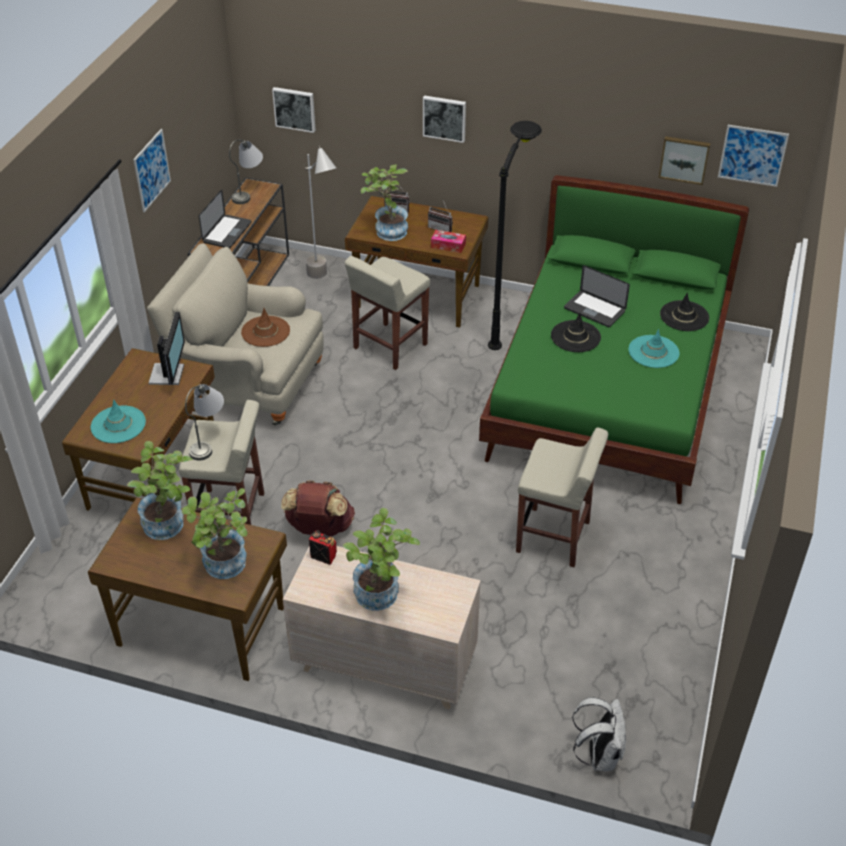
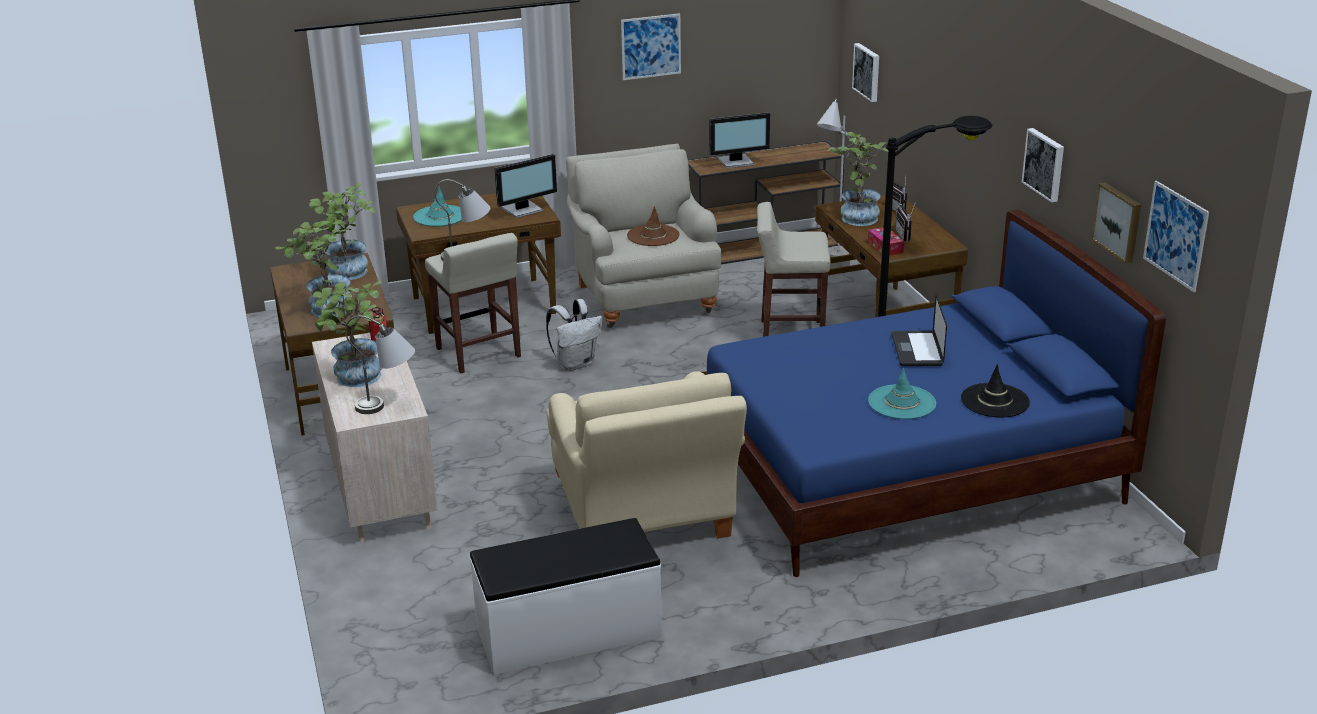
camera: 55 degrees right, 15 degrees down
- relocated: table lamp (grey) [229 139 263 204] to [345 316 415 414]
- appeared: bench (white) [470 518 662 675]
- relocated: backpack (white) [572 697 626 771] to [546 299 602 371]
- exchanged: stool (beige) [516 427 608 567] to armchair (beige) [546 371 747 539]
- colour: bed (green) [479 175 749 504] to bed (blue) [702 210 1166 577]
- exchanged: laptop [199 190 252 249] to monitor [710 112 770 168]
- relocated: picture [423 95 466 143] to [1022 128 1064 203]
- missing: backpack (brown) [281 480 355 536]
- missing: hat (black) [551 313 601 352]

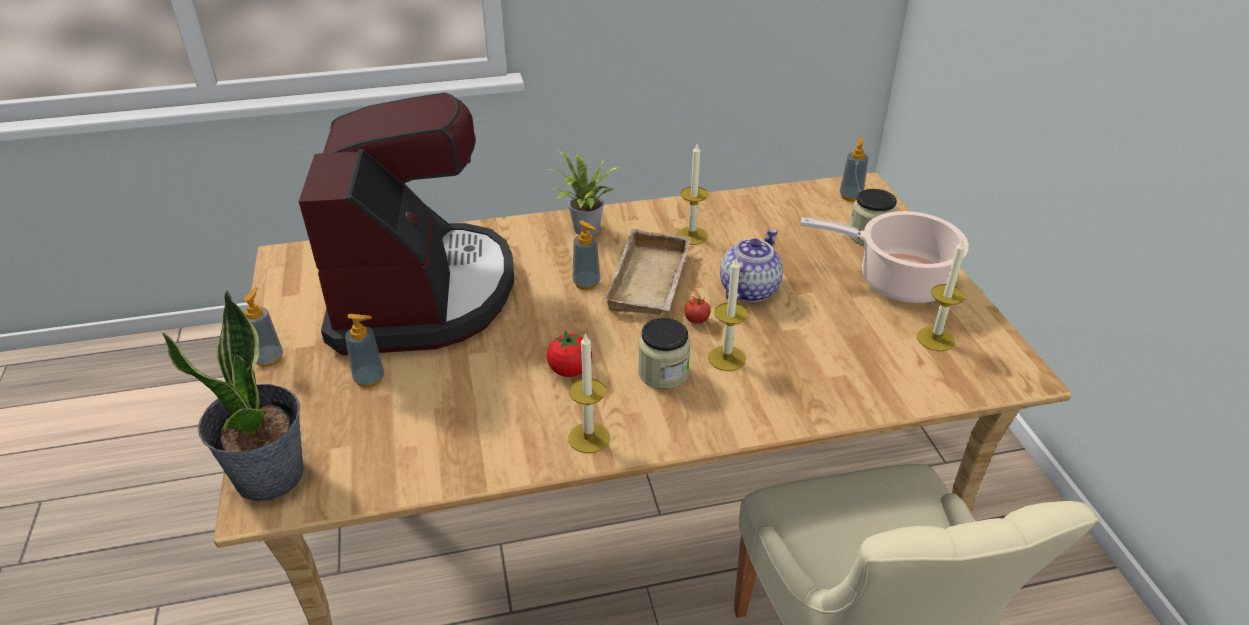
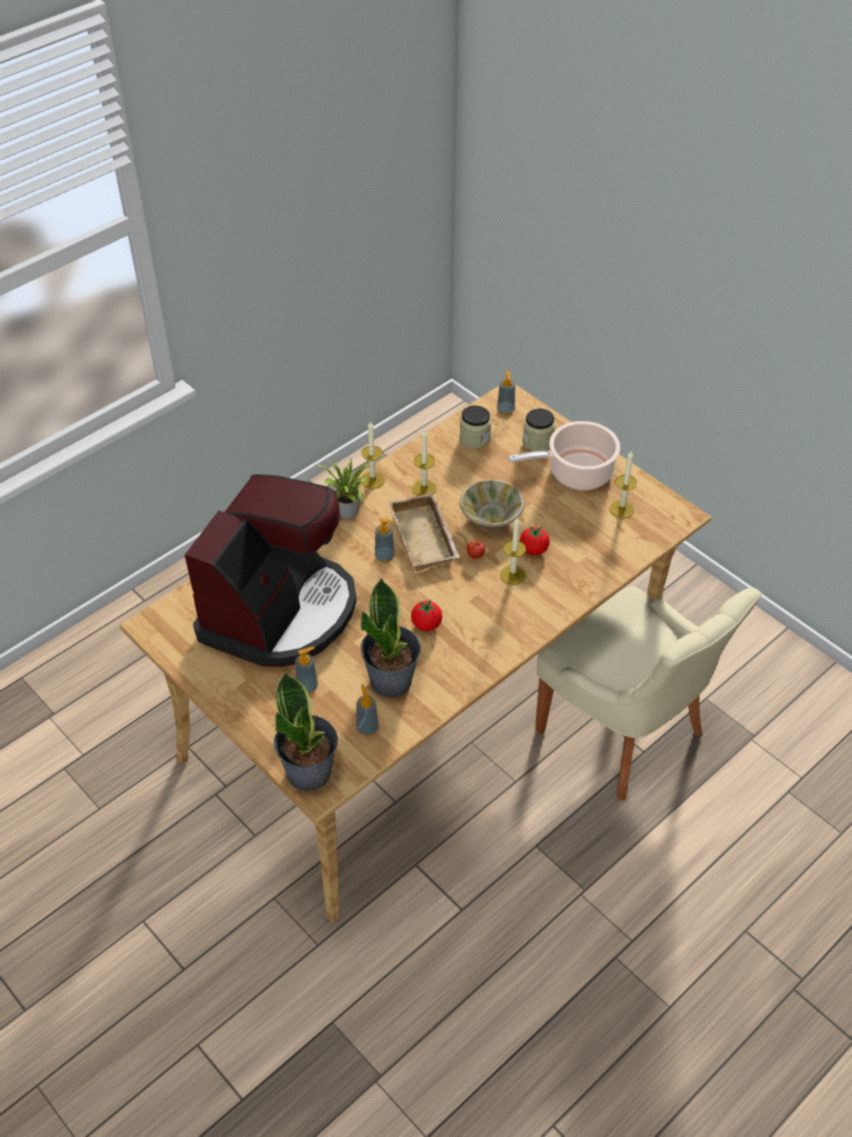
camera: 30 degrees left, 10 degrees up
- spun: coffee machine [299 93 514 355] = [185 474 357 667] 60 degrees clockwise
- relocated: soap dispenser [243 287 283 367] to [356 684 379 736]
- appeared: potted plant [360 577 421 697]
- relocated: candle [568 333 610 453] to [361 421 385 489]
- relocated: jar [638 318 690 389] to [460 405 491 449]
- exchanged: teapot [720 229 783 302] to bowl (beige) [460 480 524 529]
- appeared: tomato [520 526 550 556]

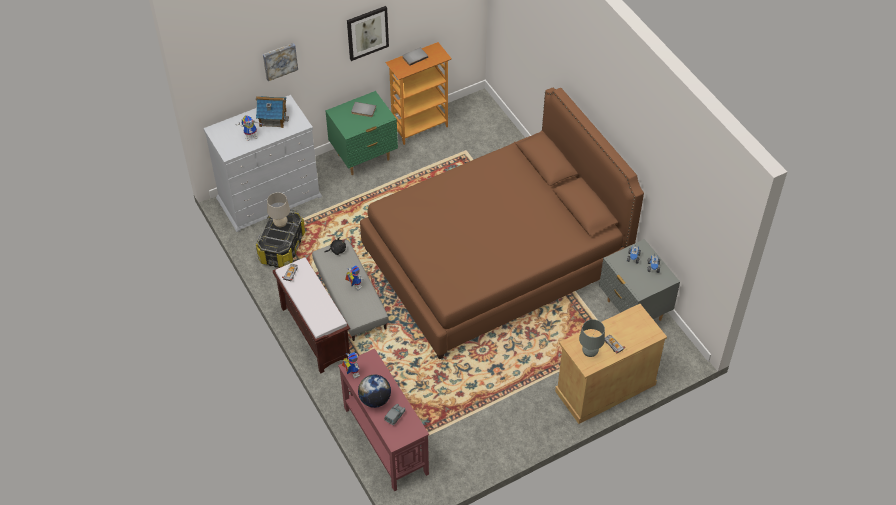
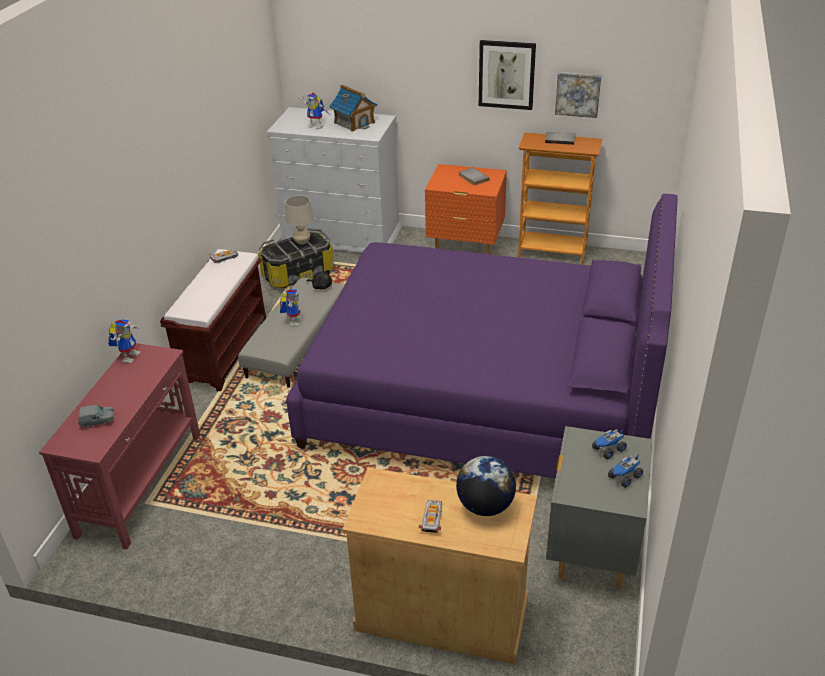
camera: 45 degrees right, 15 degrees down
- colour: bed (brown) [360 88 644 359] to bed (purple) [286 194 678 478]
- colour: nightstand (green) [325 91 398 175] to nightstand (orange) [425 164 507 254]
- relocated: globe [358 374 391 408] to [456 456 516 516]
- relocated: picture [263 43 298 81] to [555 72 601 118]
- missing: table lamp (grey) [579 319 605 357]

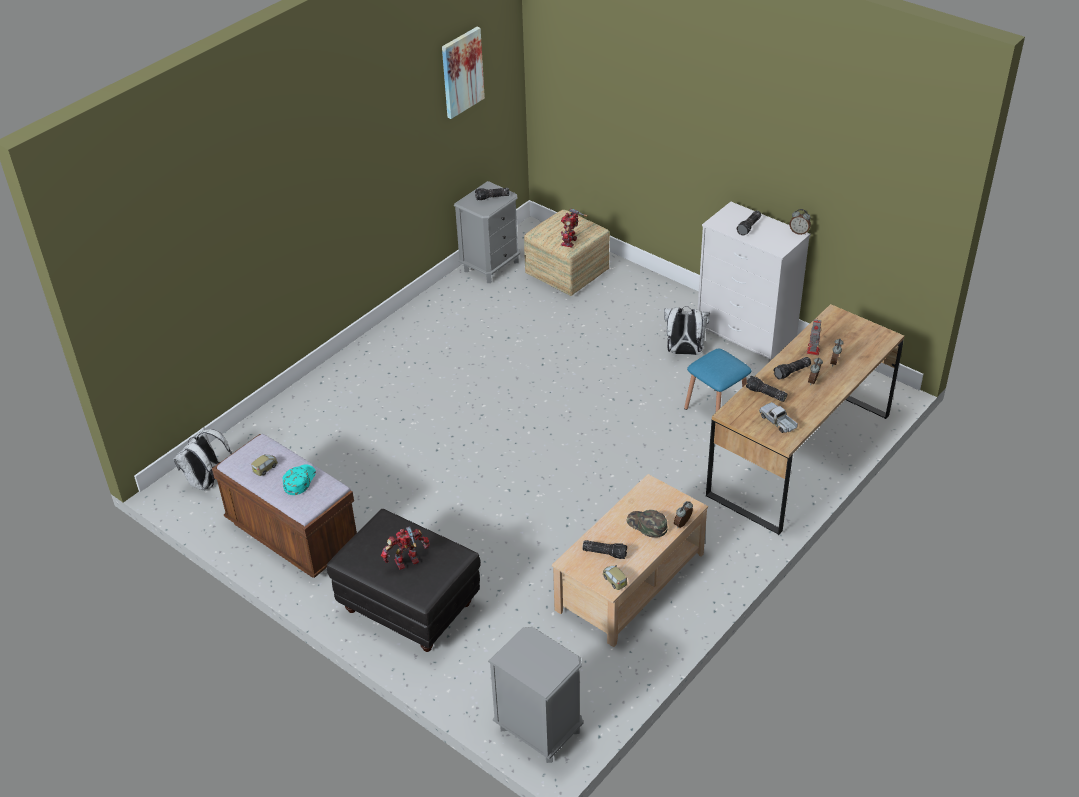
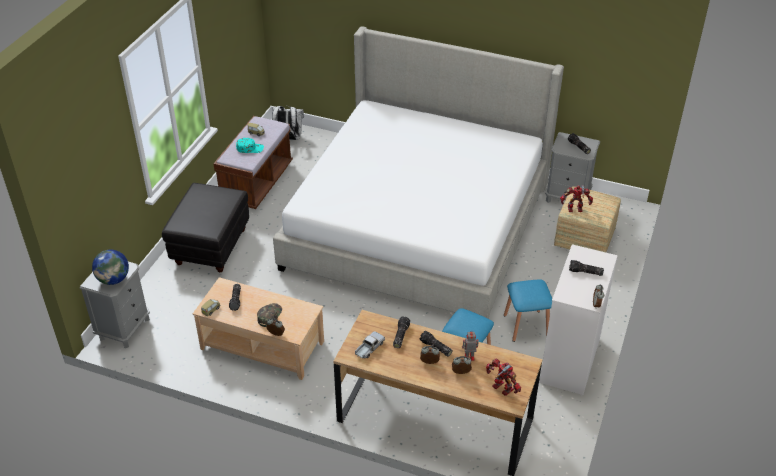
camera: 70 degrees right, 0 degrees up
- appeared: globe [92 250 129 285]
- appeared: bed [273 26 564 318]
- relocated: toy robot [381 526 430 570] to [486 358 521 396]
- exchanged: backpack (white) [664 306 710 355] to stool (blue) [504 280 552 342]
- missing: picture [442 27 485 119]

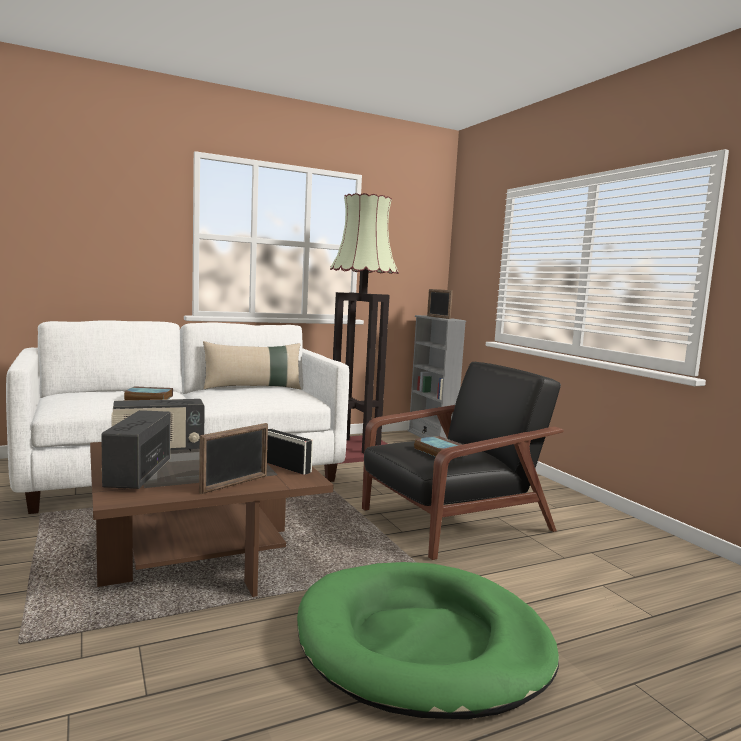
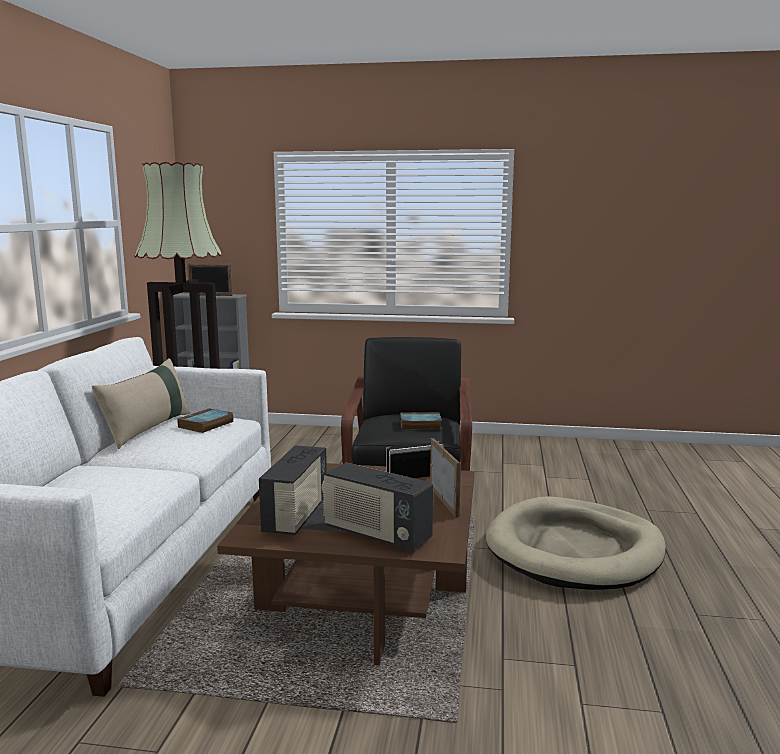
camera: 55 degrees left, 5 degrees up
- relocated: book [124 386 173 400] to [177 408 234 433]
- colour: dog bed (green) [297 562 559 719] to dog bed (beige) [486 496 666 590]

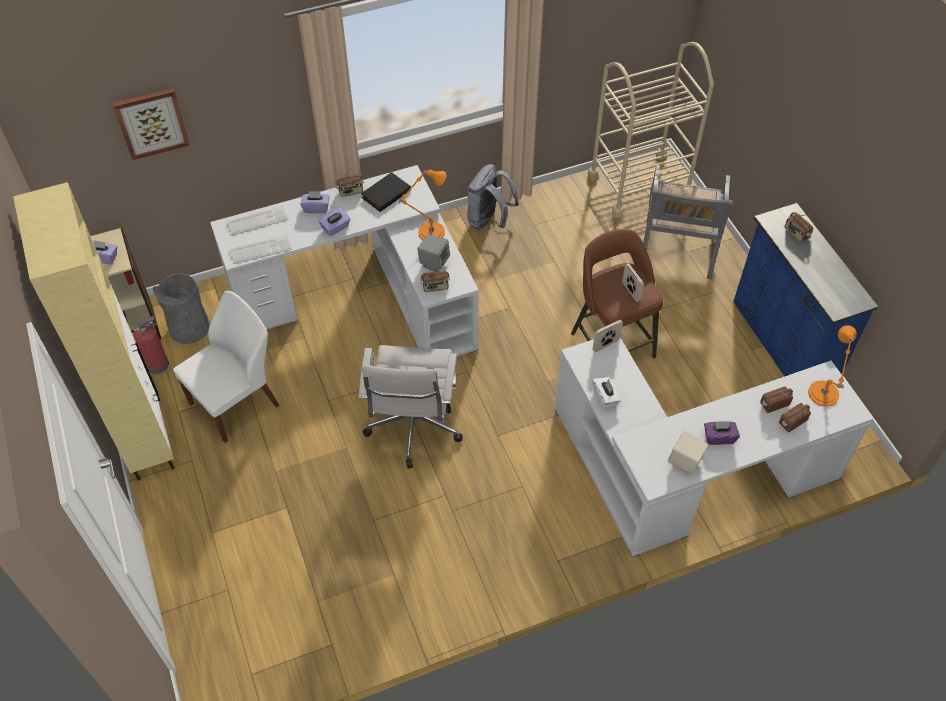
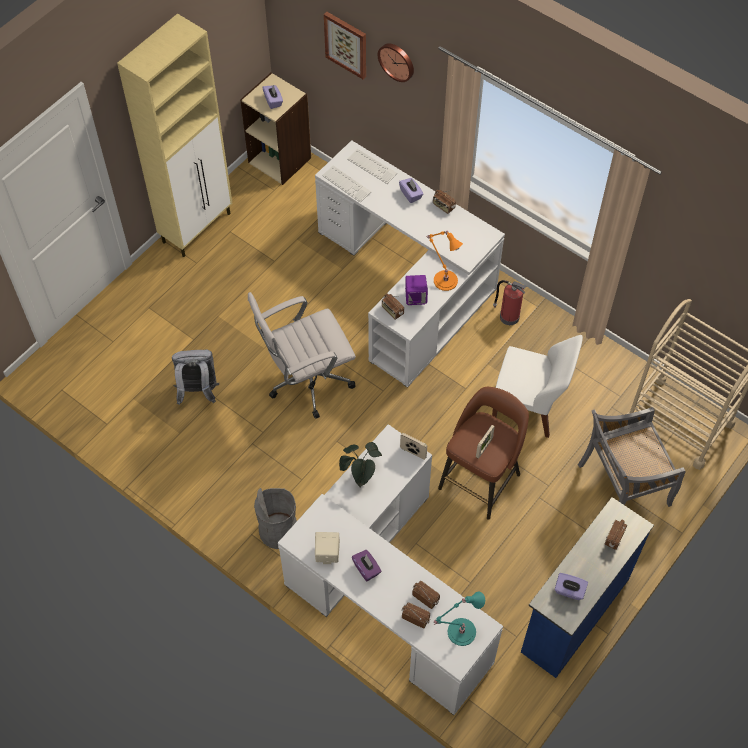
camera: 60 degrees right, 5 degrees up
- relocated: backpack (grey) [467 164 519 229] to [172 349 219 405]
- relocated: trash can (grey) [153 273 210 344] to [254 488 297 549]
- exchanged: tissue box (white) [592 377 621 409] to potted plant [339 442 382 487]
- appeared: wall clock [378 43 414 82]
- colour: speaker (grey) [417 234 450 272] to speaker (purple) [405 275 428 305]
- colour: table lamp (orange) [808 325 857 406] to table lamp (turquoise) [434 592 485 646]
- relocated: chair (white) [173 291 280 443] to [492 335 583 438]
- relocated: fire extinguisher [131 316 169 374] to [493 280 527 325]
- relocated: tissue box (purple) [318 207 350 236] to [555 573 588 600]
- missing: book (black) [361 172 411 212]

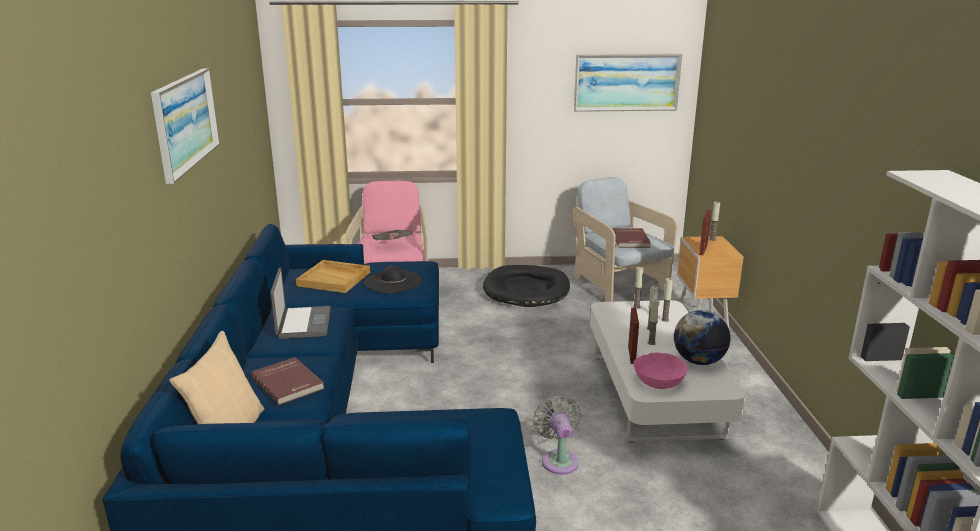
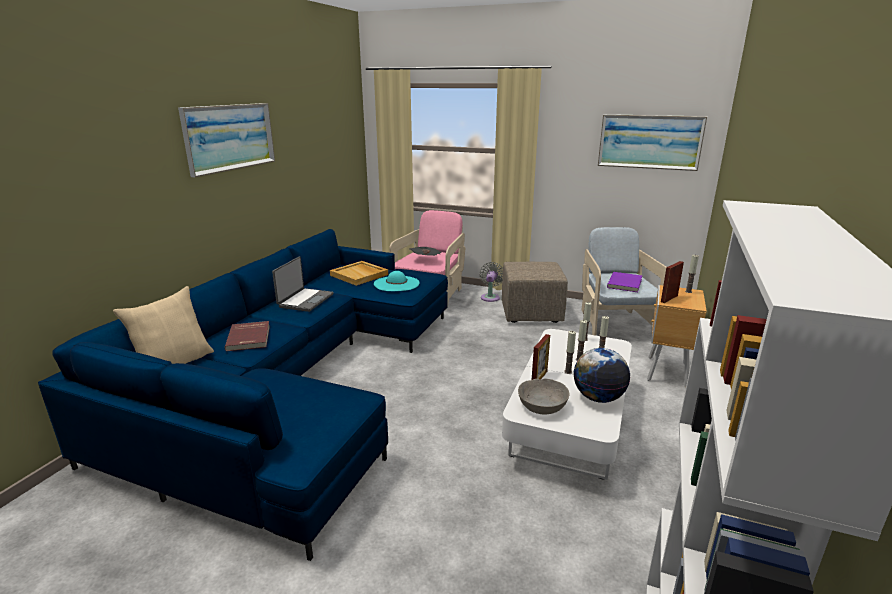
camera: 25 degrees right, 0 degrees up
- colour: hat (black) [364 265 422 293] to hat (turquoise) [374 271 420 291]
- relocated: fan (grey) [533 395 581 474] to [480 262 503 302]
- exchanged: dog bed (black) [483 265 570 307] to ottoman (beige) [502 262 568 323]
- colour: bowl (pink) [633 352 687 389] to bowl (grey) [518 378 569 414]
- colour: book (red) [612 228 651 248] to book (purple) [607 272 642 292]

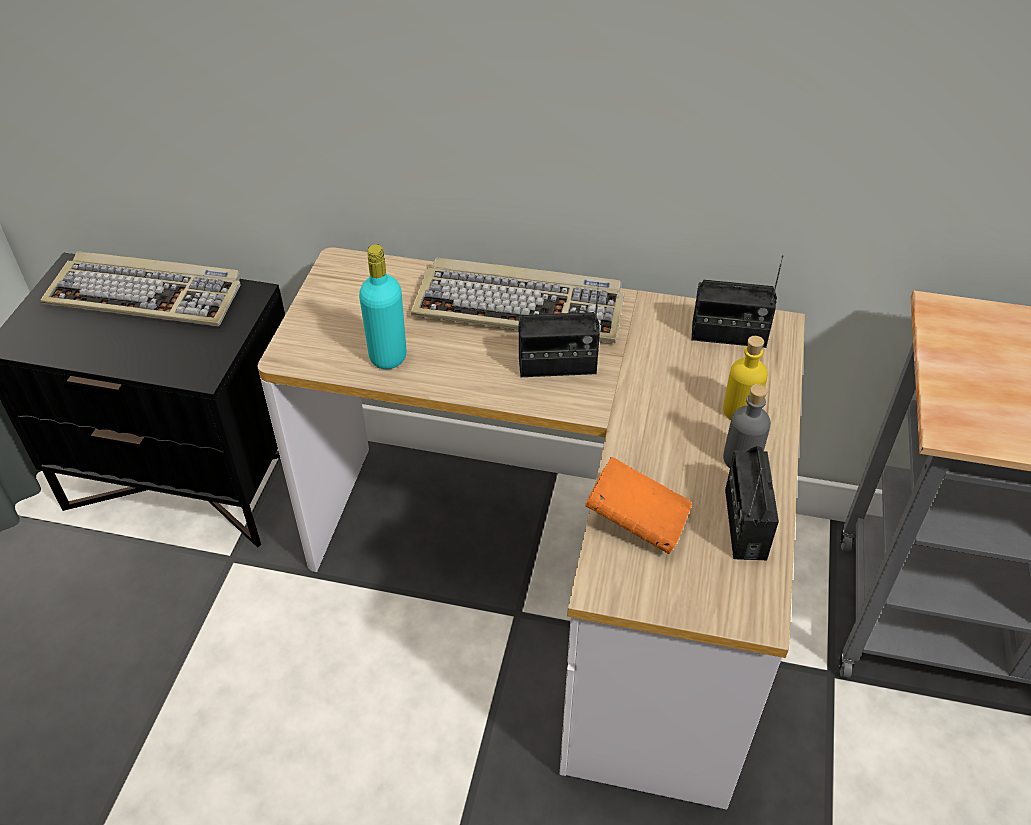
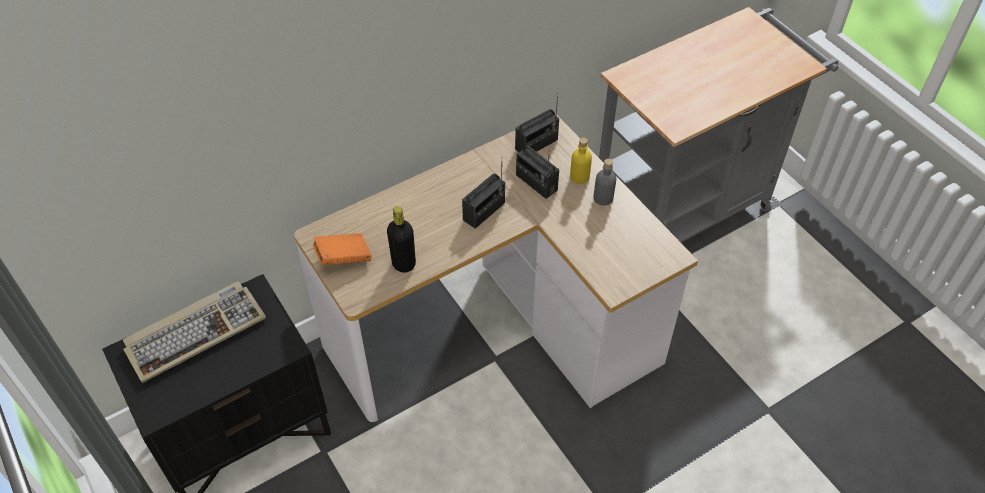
camera: 45 degrees left, 5 degrees up
- relocated: book (orange) [585 457 692 554] to [313 233 372 265]
- colour: bottle (turquoise) [359 244 407 369] to bottle (black) [387 206 416 273]
- relocated: radio [725 446 779 560] to [516 145 559 199]
- missing: keyboard [411 258 624 343]

